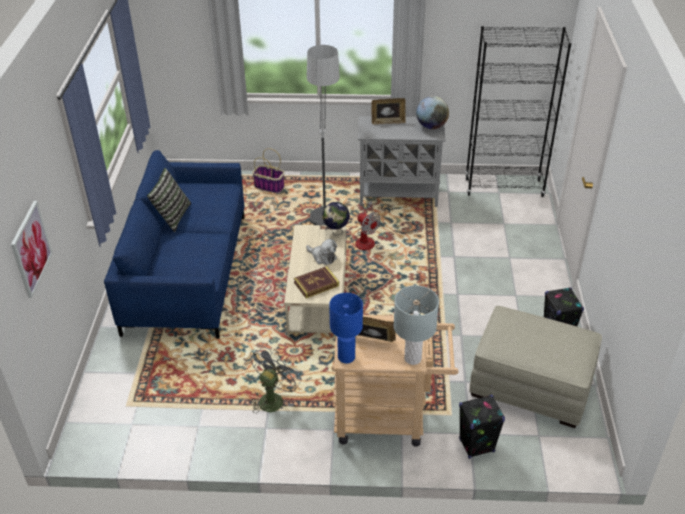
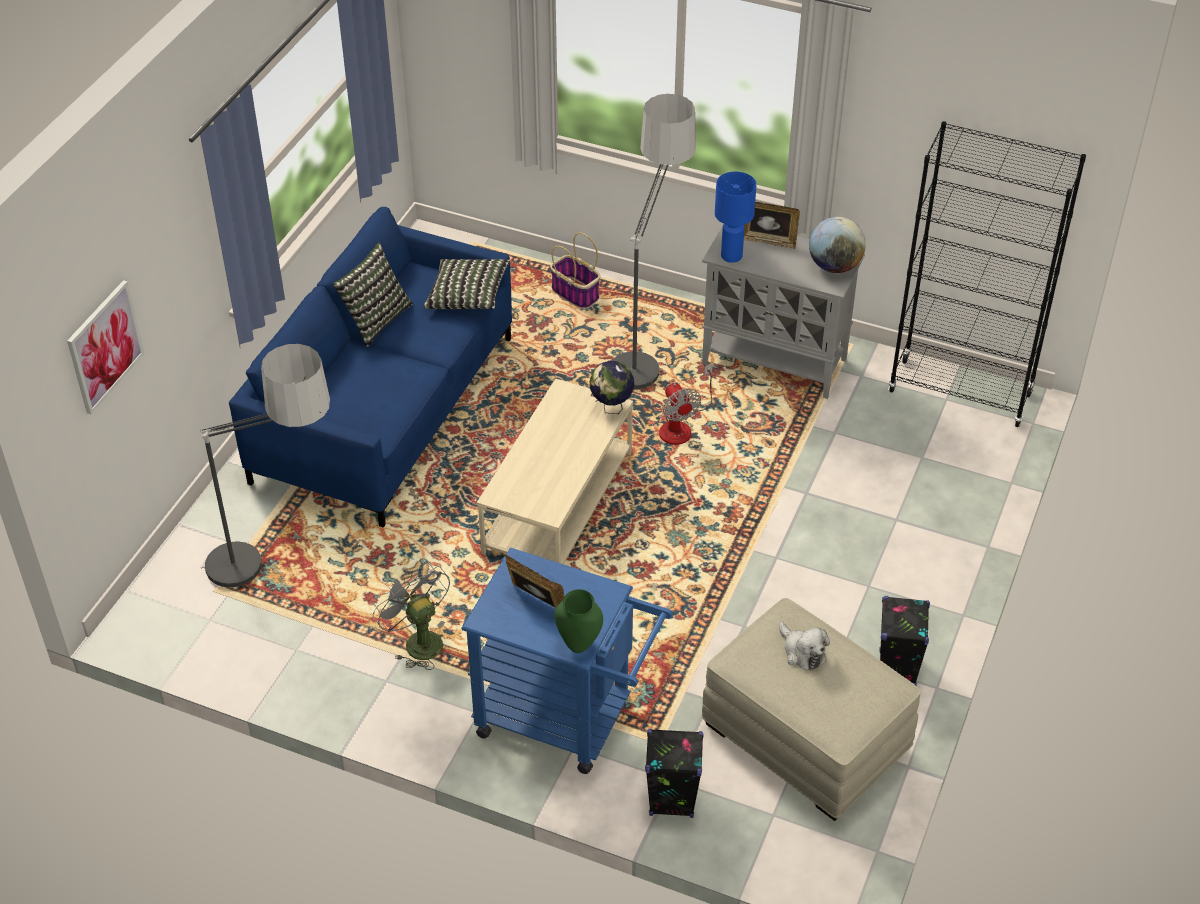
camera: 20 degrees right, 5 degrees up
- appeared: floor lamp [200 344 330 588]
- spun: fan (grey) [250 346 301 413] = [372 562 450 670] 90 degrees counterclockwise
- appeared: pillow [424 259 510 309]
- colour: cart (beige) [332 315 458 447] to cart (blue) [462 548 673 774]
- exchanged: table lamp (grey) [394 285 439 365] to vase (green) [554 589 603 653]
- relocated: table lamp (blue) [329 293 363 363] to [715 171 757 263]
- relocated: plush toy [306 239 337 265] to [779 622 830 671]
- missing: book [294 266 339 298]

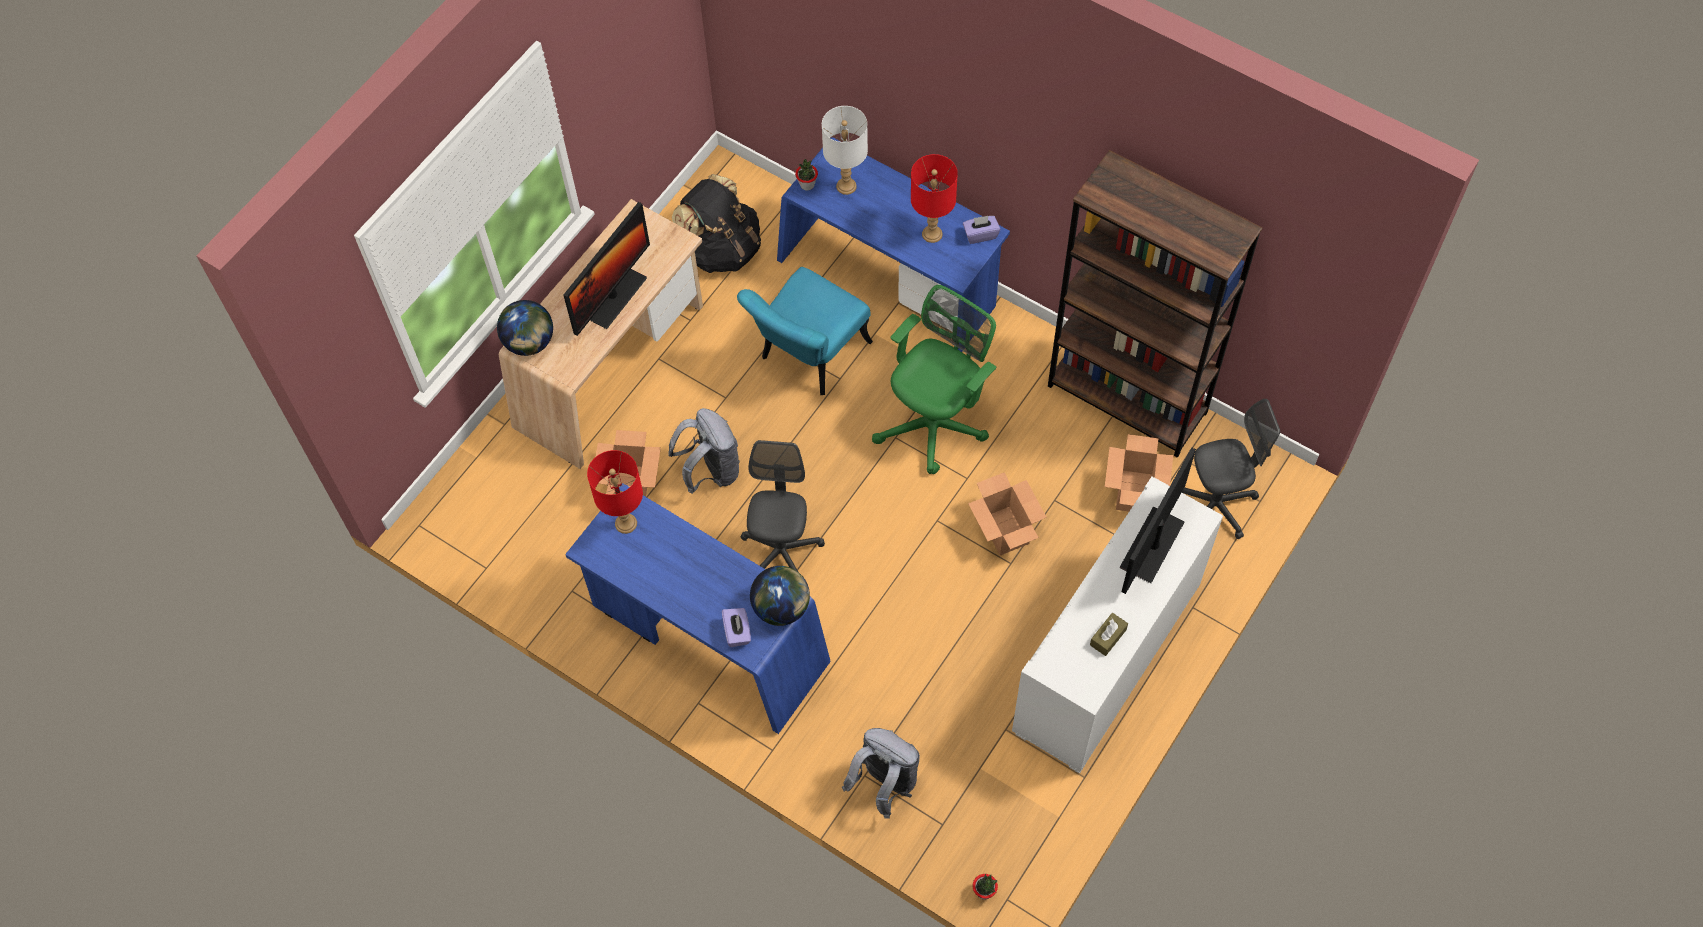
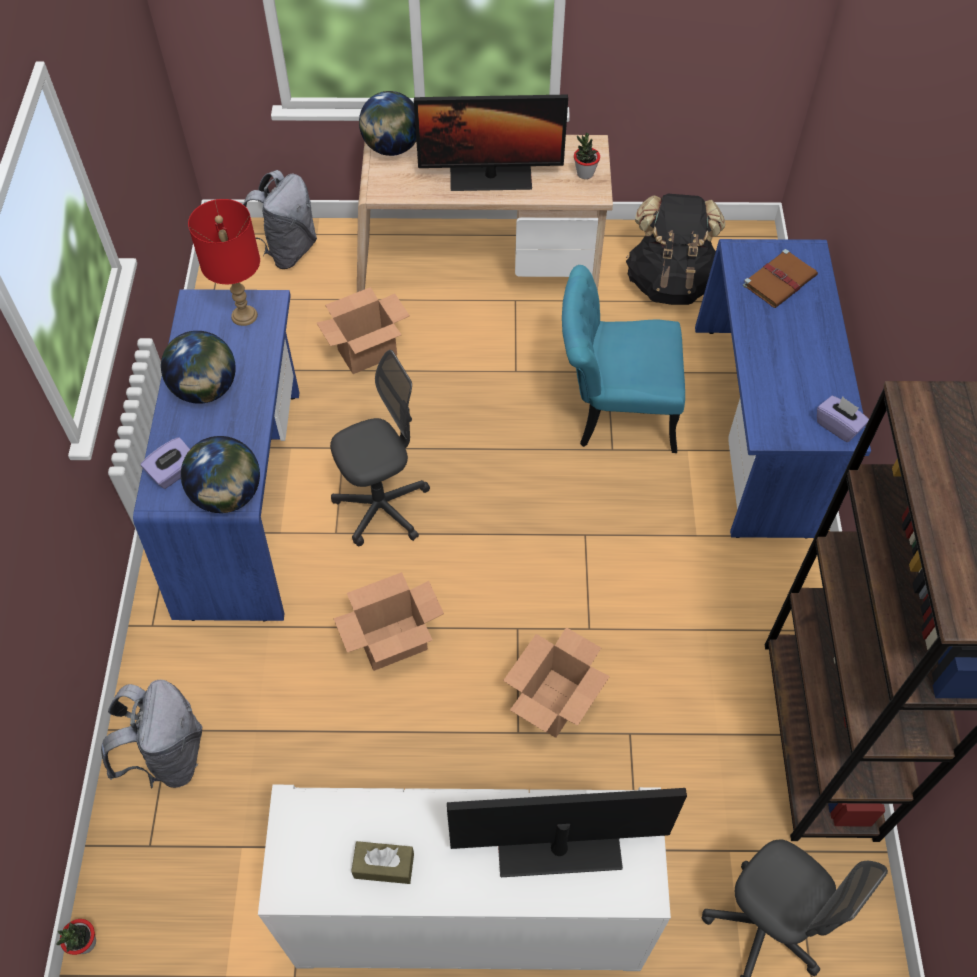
camera: 55 degrees right, 5 degrees down
- appeared: globe [161 331 236 404]
- relocated: backpack (grey) [668 408 740 494] to [243 170 317 269]
- relocated: cardboard box [1105 434 1173 512] to [334 572 444 671]
- relocated: potted plant [795 159 818 191] to [574 133 600 179]
- exchanged: table lamp (white) [822 106 868 195] to book (brown) [743 249 818 308]
- missing: office chair (green) [872 285 997 474]
- missing: table lamp (red) [911 154 958 243]

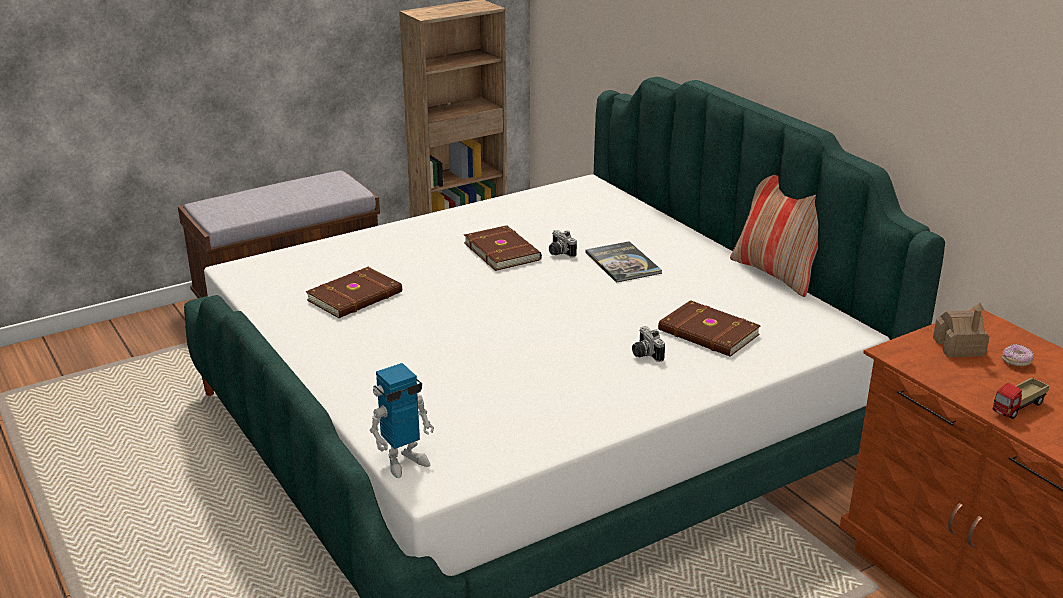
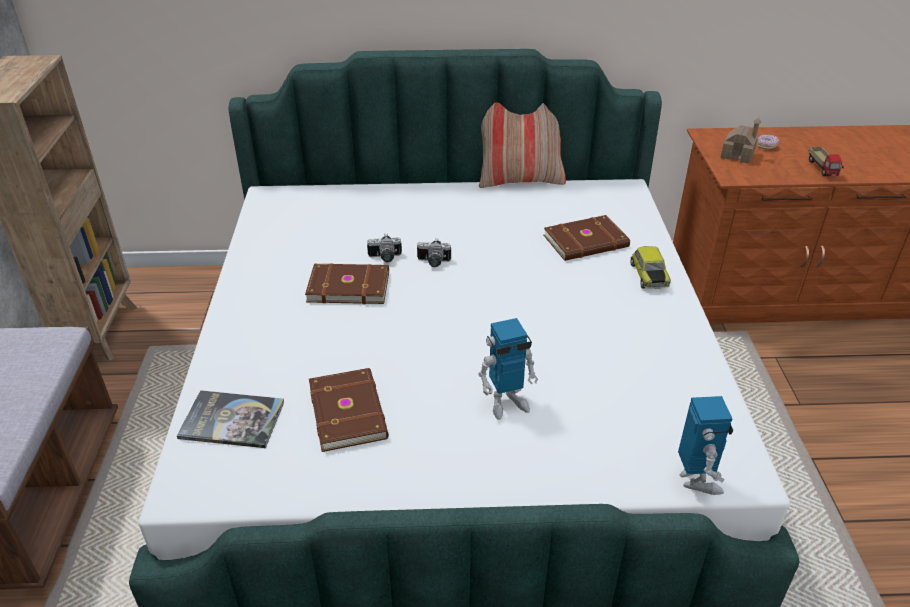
camera: 60 degrees left, 10 degrees up
- relocated: book [585 241 662 283] to [177 390 284 448]
- relocated: photo camera [632 326 665 362] to [417 238 451 267]
- appeared: toy robot [478 318 538 420]
- appeared: toy car [631 246 671 289]

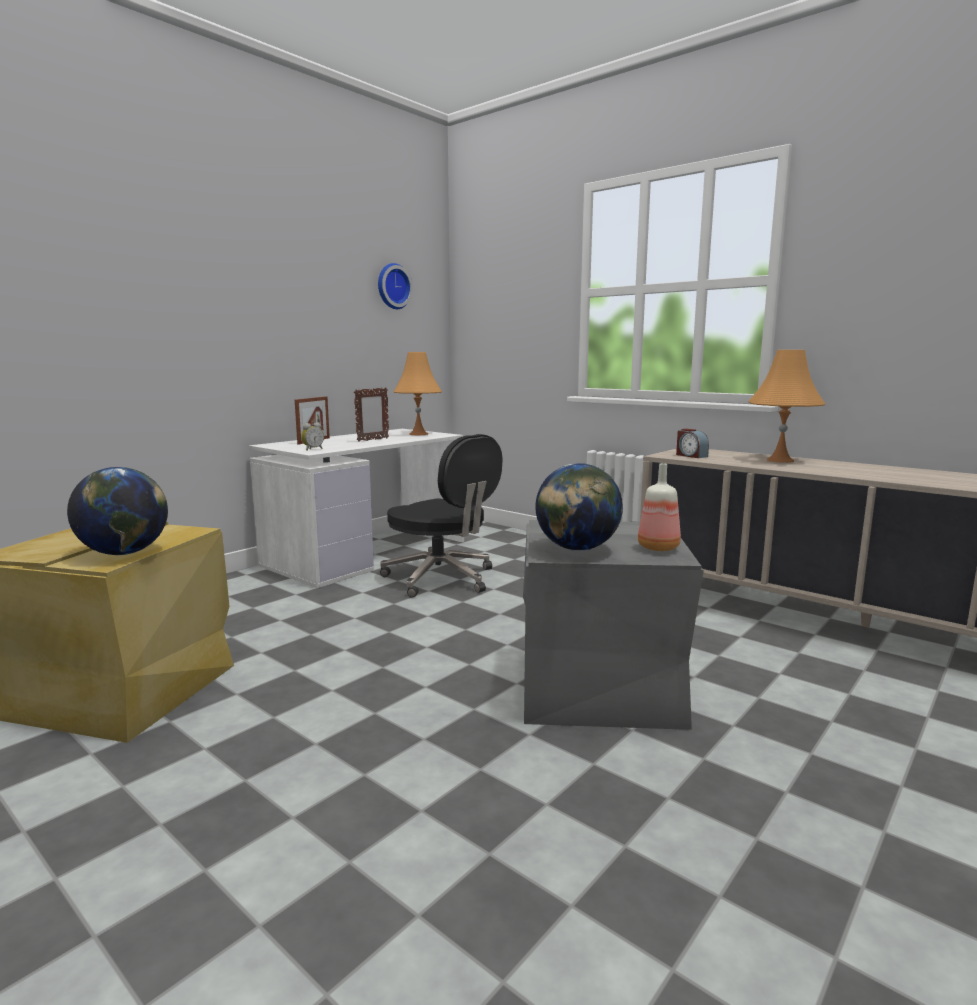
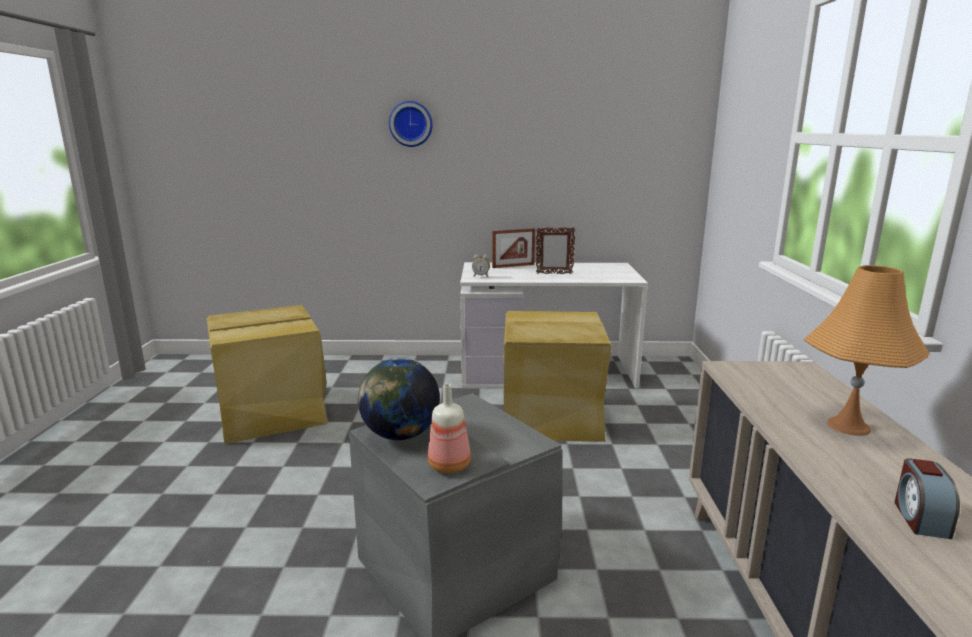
camera: 50 degrees right, 5 degrees up
- relocated: wall clock [378 263 413 309] to [389 101 433 147]
- exchanged: office chair (black) [380 434 503 598] to storage box (beige) [503 311 612 442]
- relocated: alarm clock [676 429 709 458] to [895 458 960 539]
- missing: globe [67 467 168 555]
- missing: table lamp (orange) [394 352 442 435]

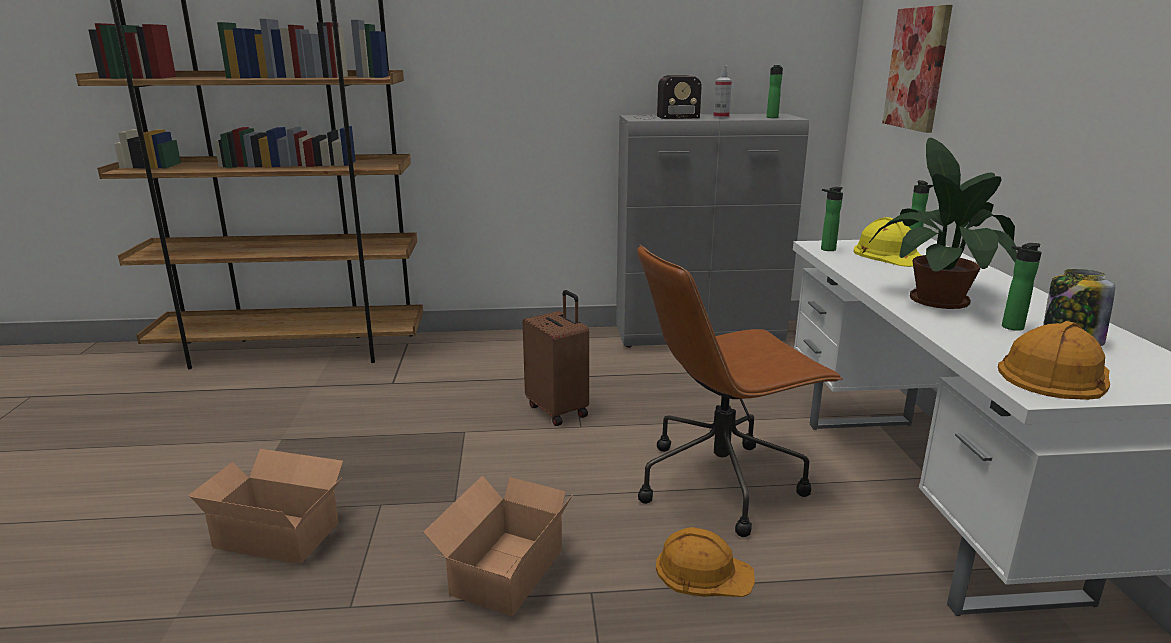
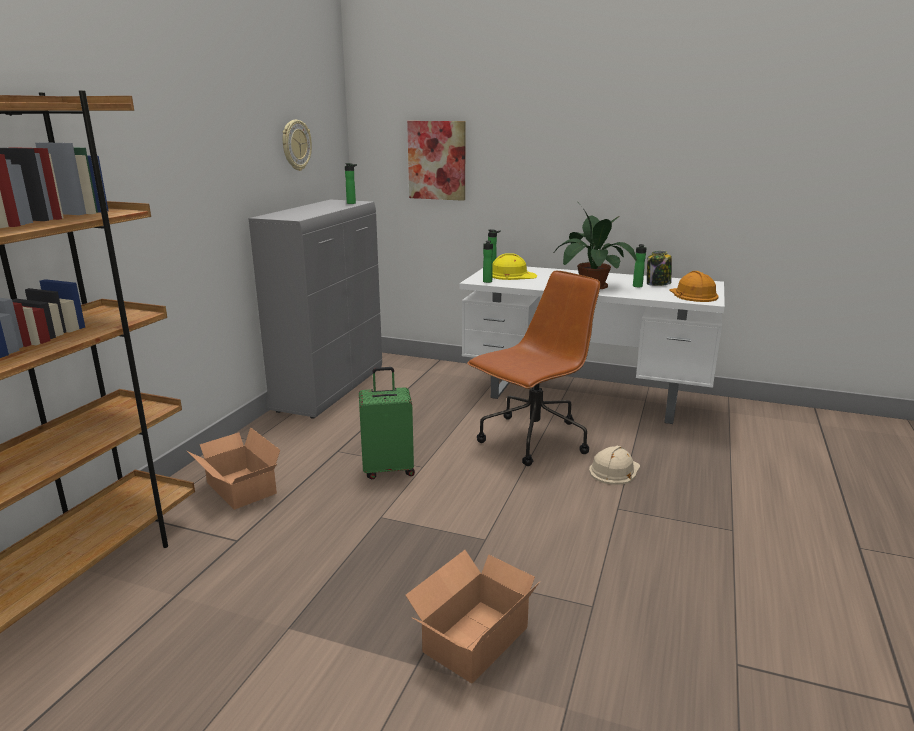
camera: 65 degrees left, 0 degrees up
- relocated: cardboard box [424 476 573 617] to [187 427 280 510]
- appeared: wall clock [283 120 312 171]
- colour: suitcase (brown) [523 290 589 426] to suitcase (green) [359 367 415 479]
- spun: office chair (brown) [637 244 843 537] = [467 271 601 466] 135 degrees counterclockwise
- colour: hard hat (orange) [656 527 755 597] to hard hat (beige) [589 446 640 485]
- missing: radio [633 75 702 119]
- missing: spray bottle [713 65 732 118]

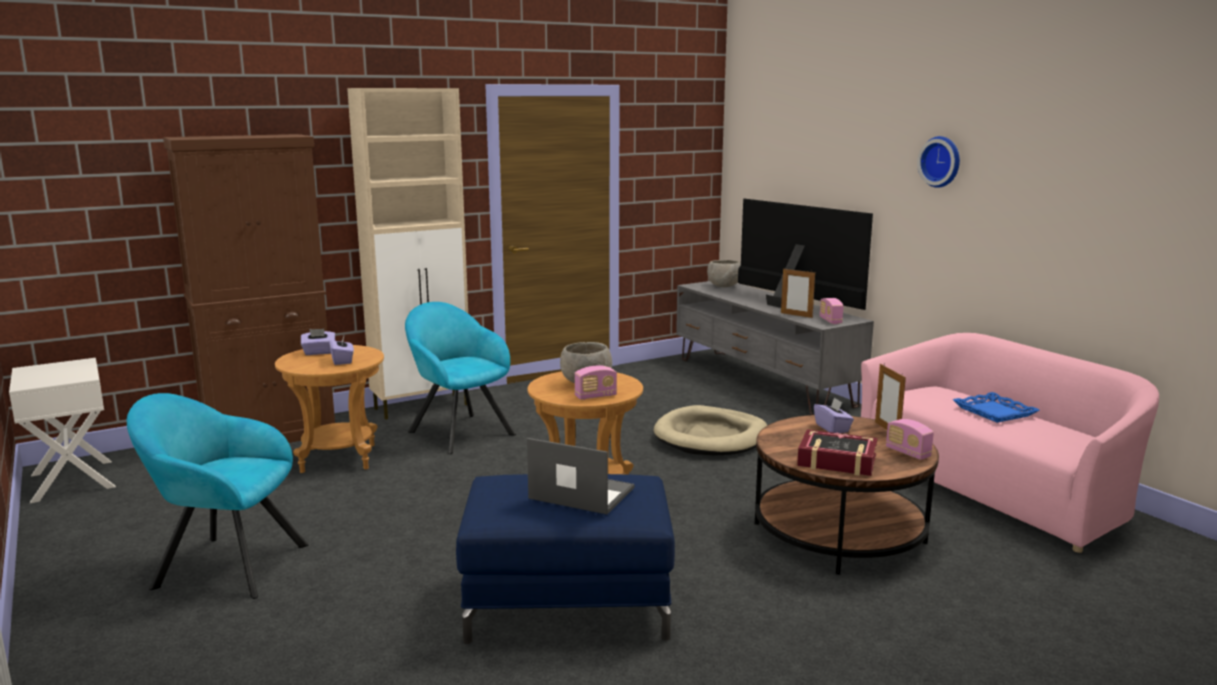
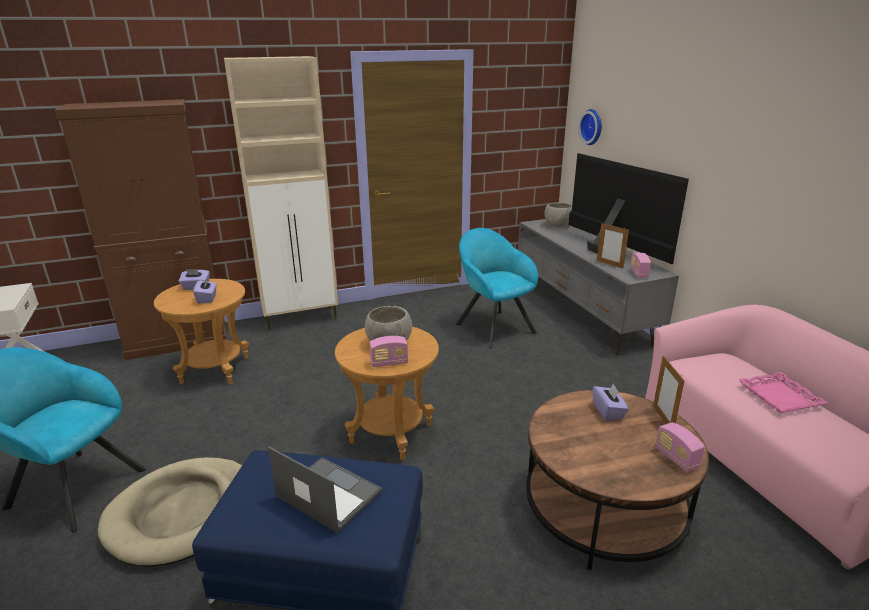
camera: 10 degrees right, 10 degrees up
- relocated: dog bed (beige) [654 405 767 455] to [98 457 242 567]
- relocated: armchair (turquoise) [405 302 516 454] to [455 228 538 349]
- relocated: wall clock [917 136 960 188] to [579 109 602 145]
- colour: tray (blue) [953 392 1039 423] to tray (pink) [738 372 828 413]
- missing: book [797 429 878 476]

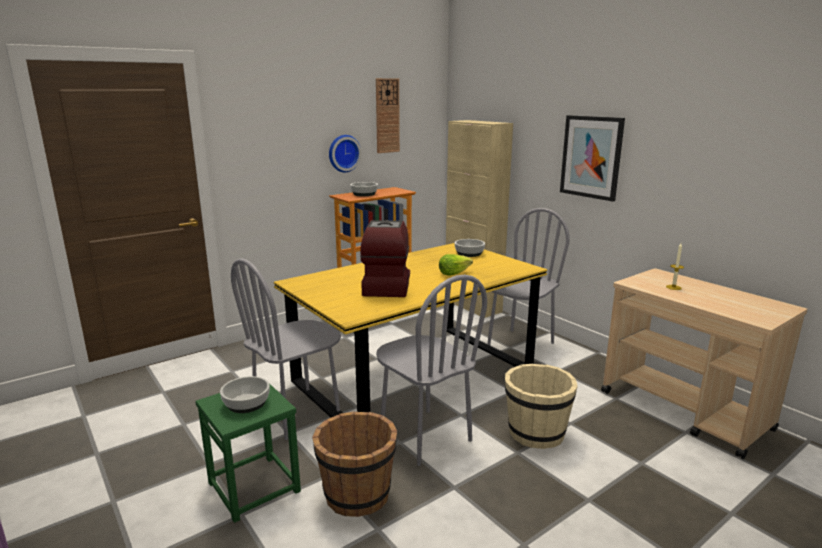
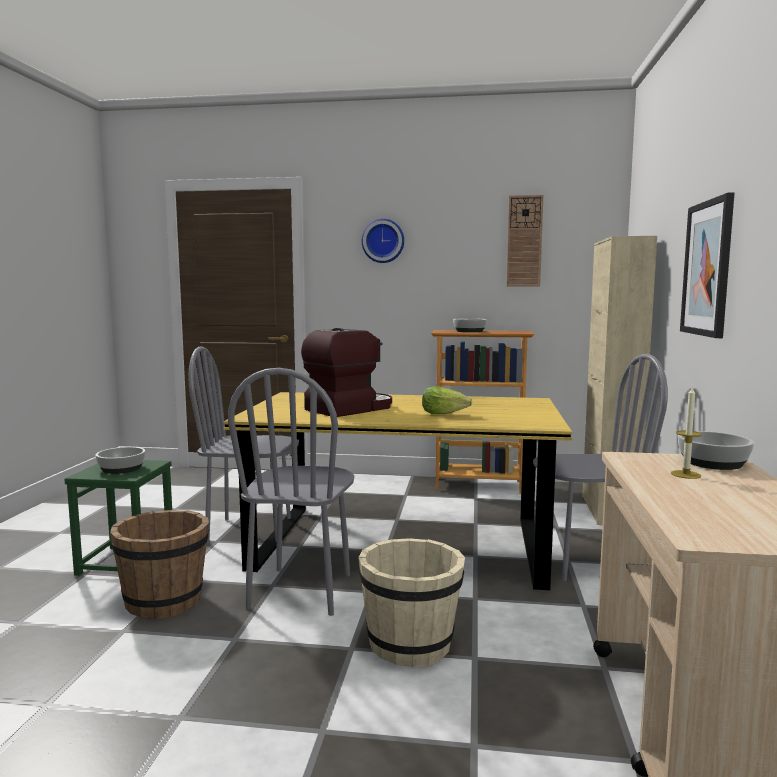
camera: 45 degrees right, 10 degrees down
- relocated: wall clock [329 135 362 172] to [362 219 404 263]
- relocated: bowl [455 239 485 257] to [678 431 754 470]

